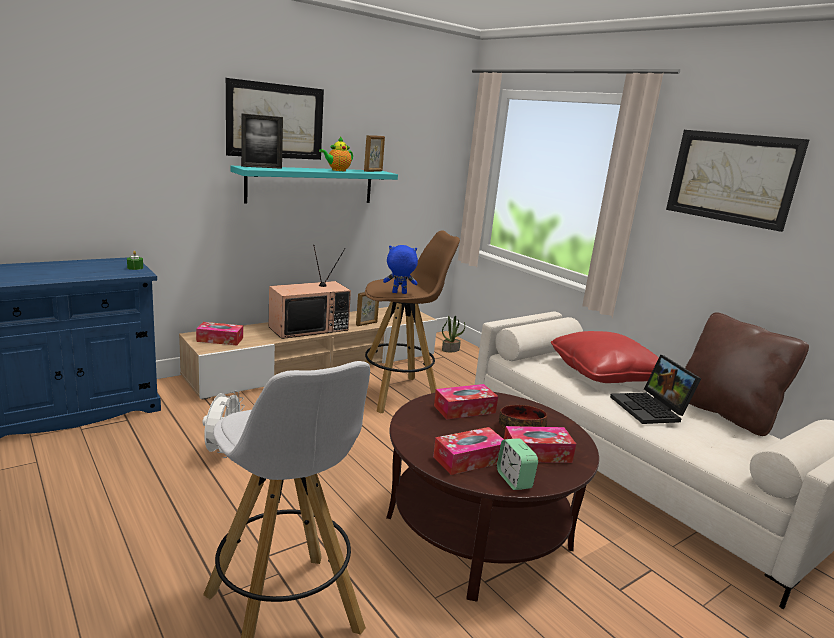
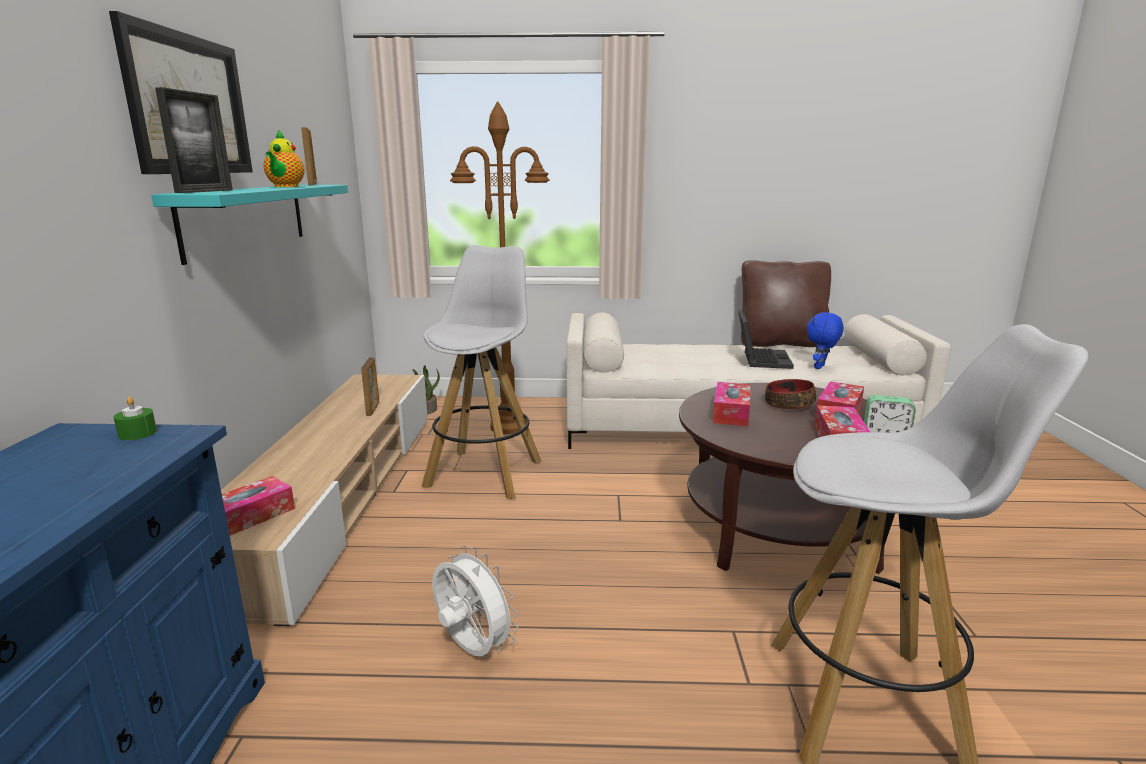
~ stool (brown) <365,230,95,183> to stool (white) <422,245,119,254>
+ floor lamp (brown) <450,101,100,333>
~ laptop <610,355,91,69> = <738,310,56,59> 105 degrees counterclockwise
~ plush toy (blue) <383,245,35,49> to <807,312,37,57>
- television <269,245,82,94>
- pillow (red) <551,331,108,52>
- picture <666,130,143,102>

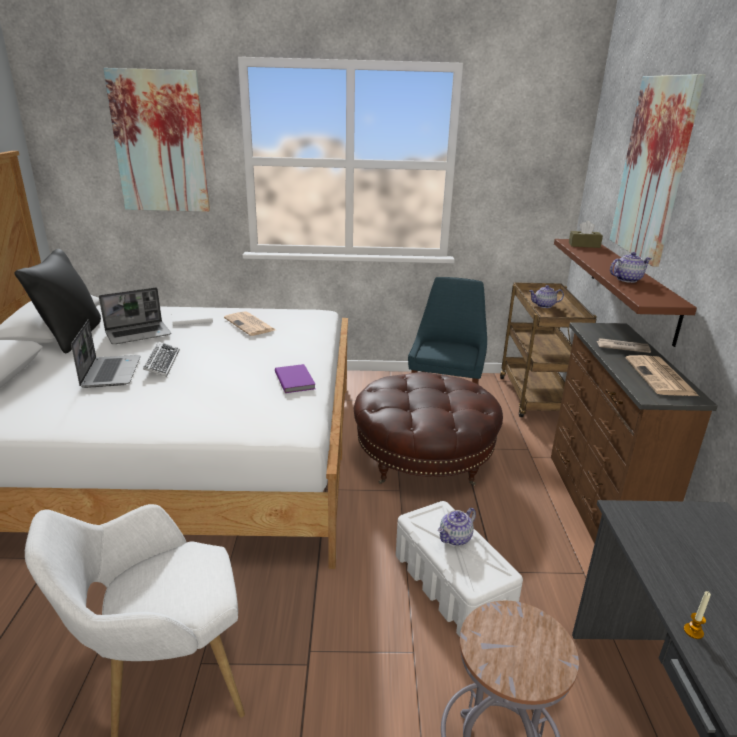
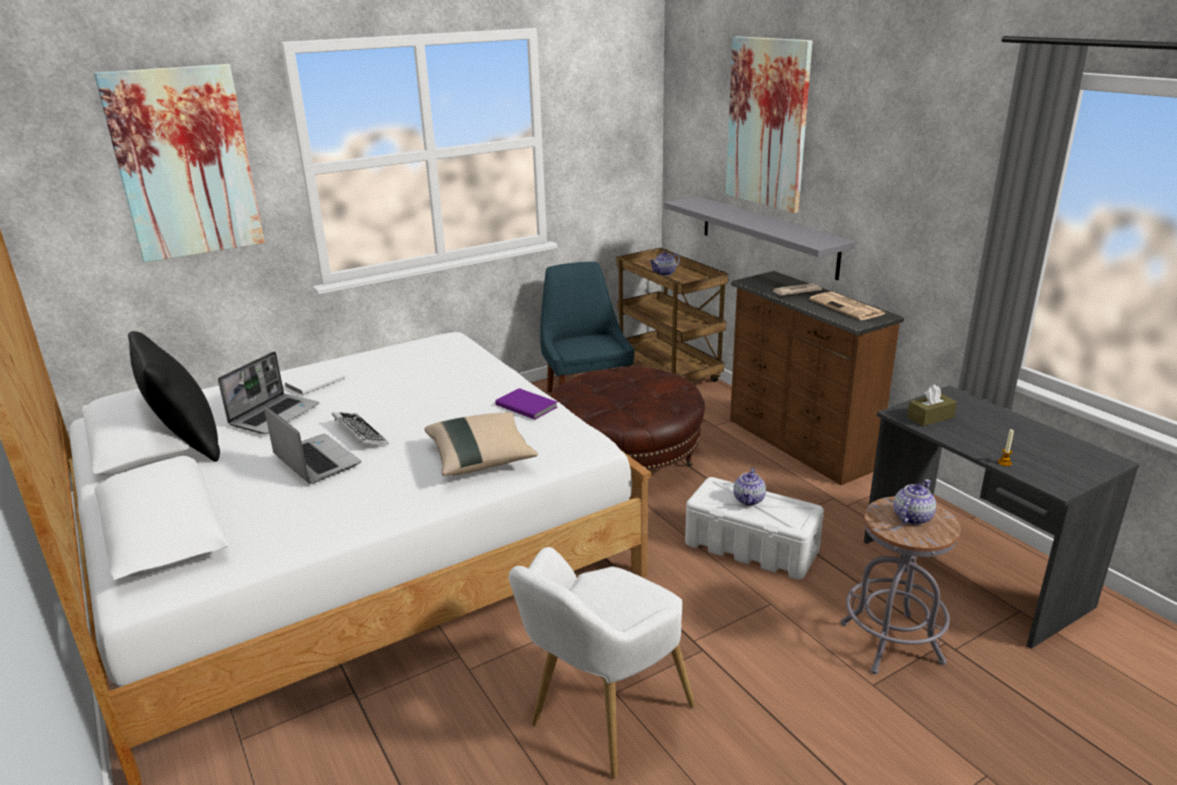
+ pillow (beige) <424,412,114,64>
~ shelf (brown) <554,239,143,108> to shelf (grey) <664,197,191,83>
~ teapot <610,252,42,31> to <894,479,42,46>
~ tissue box (brown) <569,221,34,27> to <907,385,50,41>
- newspaper <224,311,51,25>

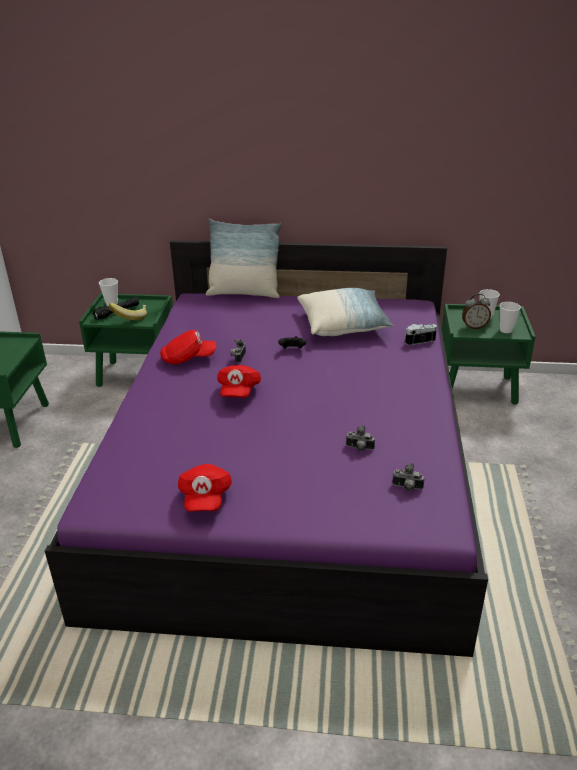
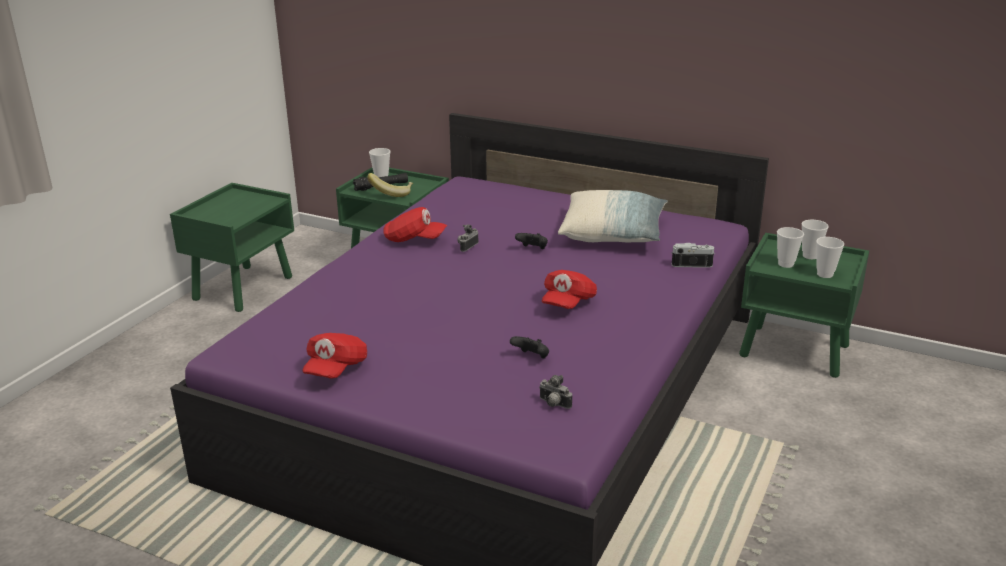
~ photo camera <346,425,29,26> to game controller (black) <510,336,39,22>
~ cap (red) <217,365,44,33> to <542,270,55,39>
~ alarm clock <462,294,29,35> to cup <777,227,27,41>
- pillow <206,219,76,79>

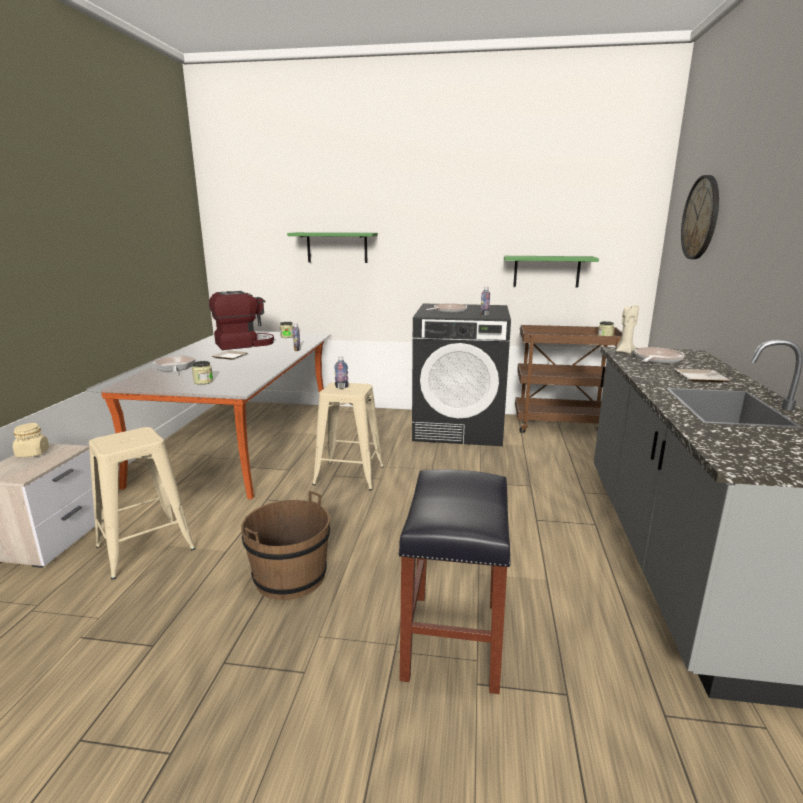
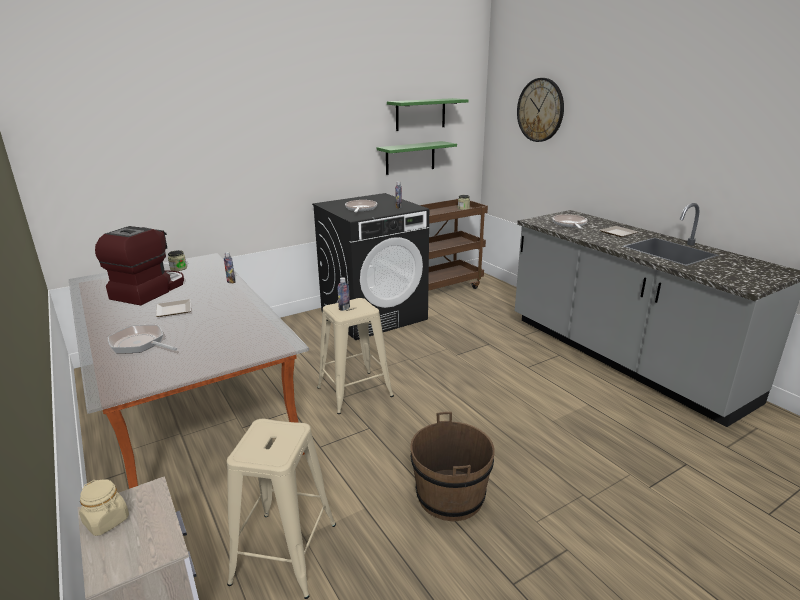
~ shelf (green) <287,232,91,31> to <387,98,82,33>
- jar <192,361,21,23>
- stool (black) <398,469,113,225>
- candle (beige) <616,305,23,49>

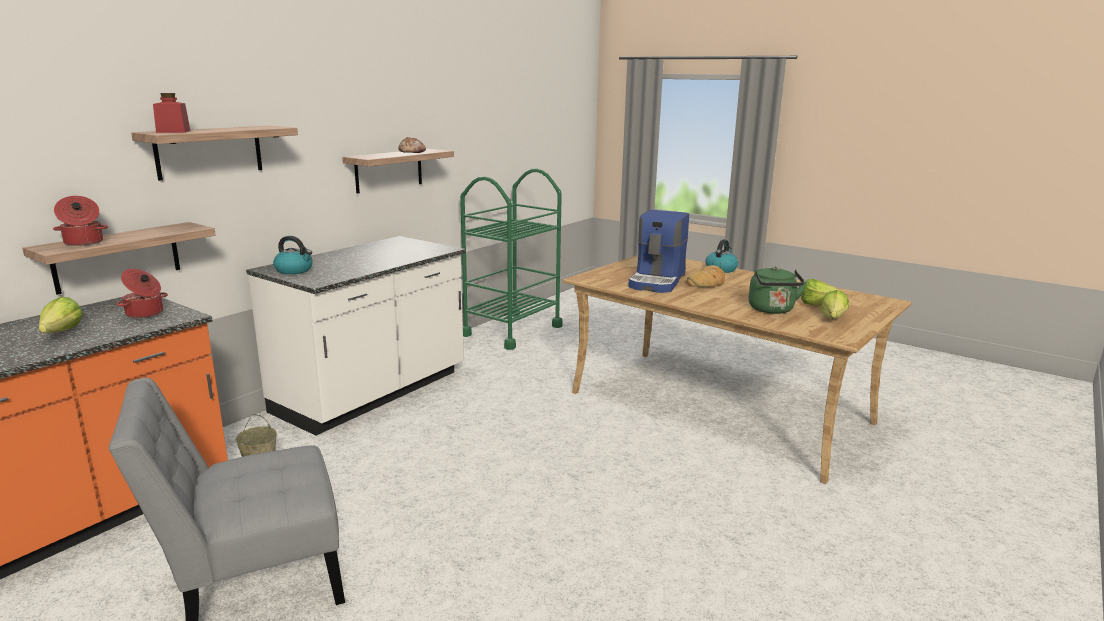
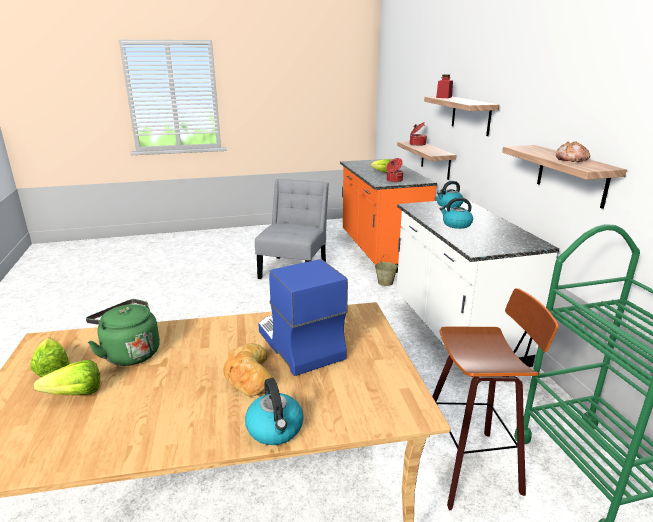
+ stool <432,288,127,222>
+ kettle <439,197,34,32>

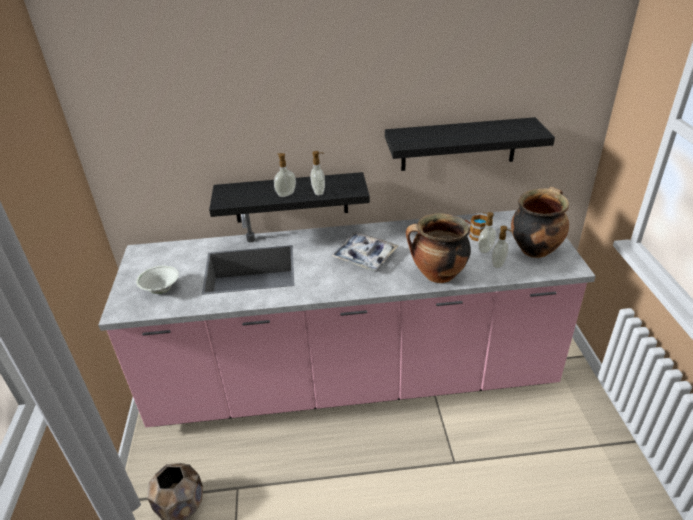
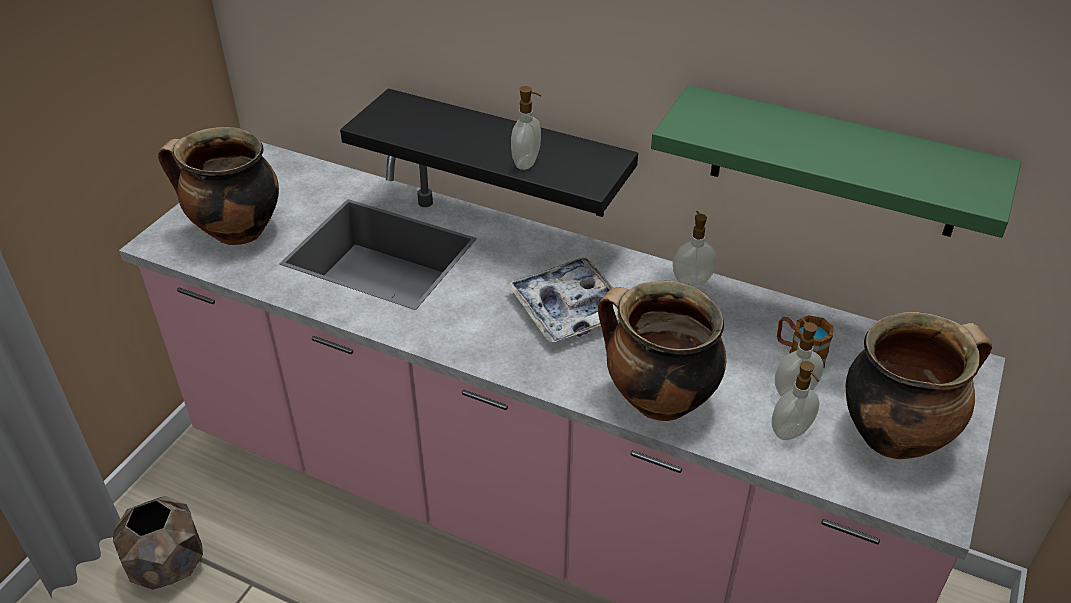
~ bowl (white) <136,265,43,29> to cooking pot <158,127,121,118>
~ shelf (black) <385,117,170,54> to shelf (green) <651,85,370,153>
~ soap dispenser <274,153,22,44> to <673,211,44,75>

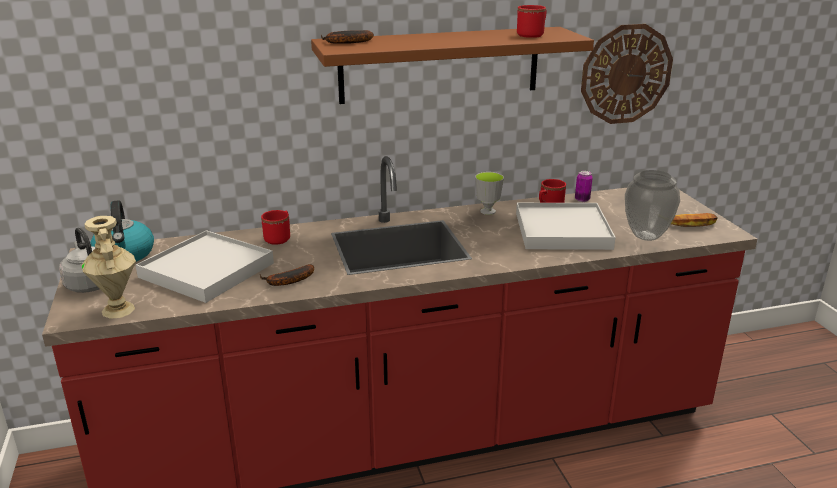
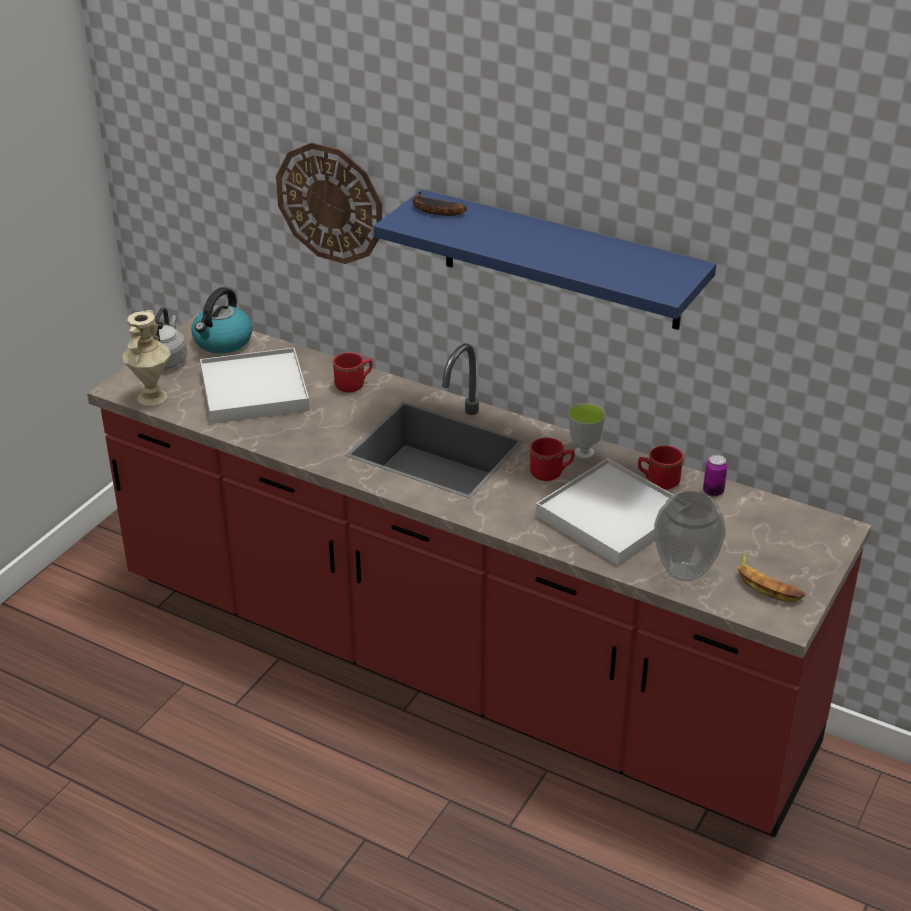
~ wall clock <581,24,92,100> to <276,143,106,121>
~ shelf (brown) <311,27,283,77> to shelf (blue) <374,189,342,141>
~ mug (red) <517,5,29,33> to <530,438,44,43>
- banana <259,264,55,22>

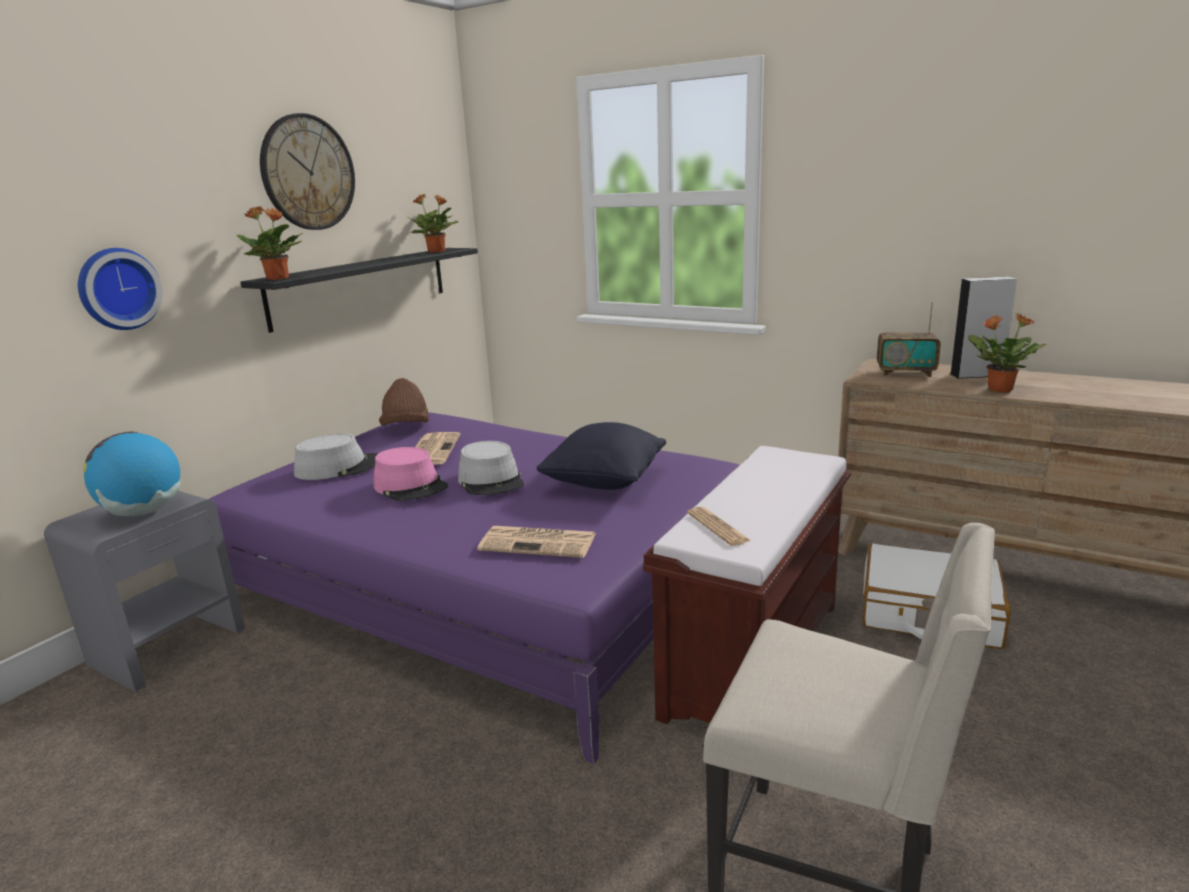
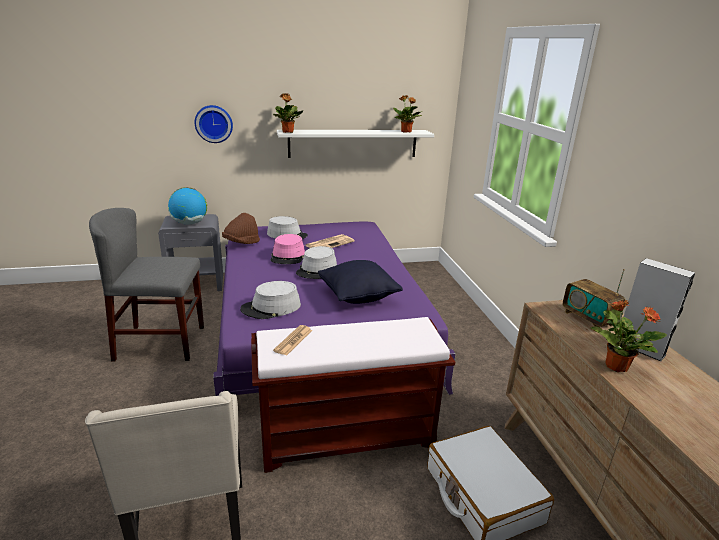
+ chair (grey) <89,208,115,154>
~ hat (brown) <379,378,50,48> to <222,213,38,31>
~ newspaper <477,526,119,32> to hat (grey) <240,281,61,38>
~ shelf (black) <241,248,237,85> to shelf (white) <277,130,157,28>
- wall clock <260,113,95,117>

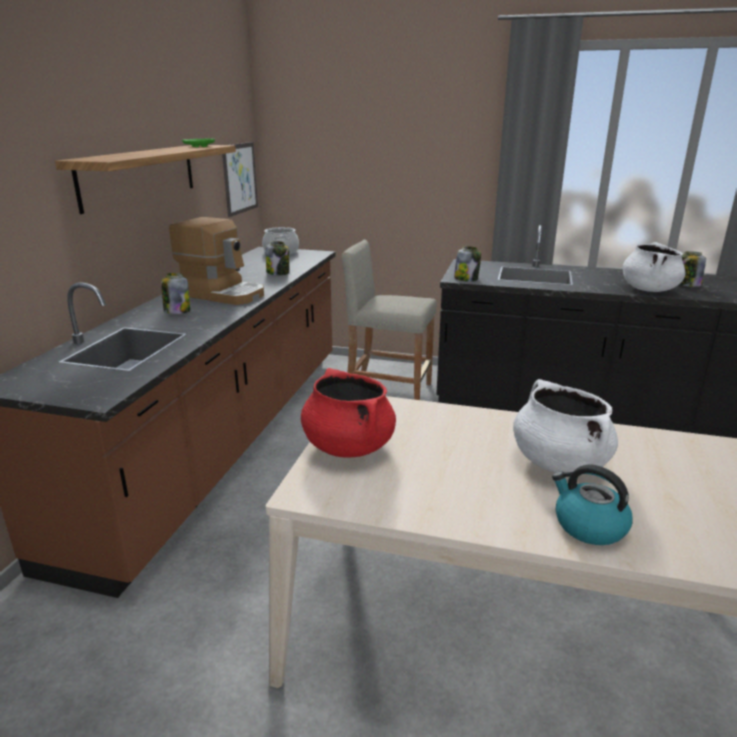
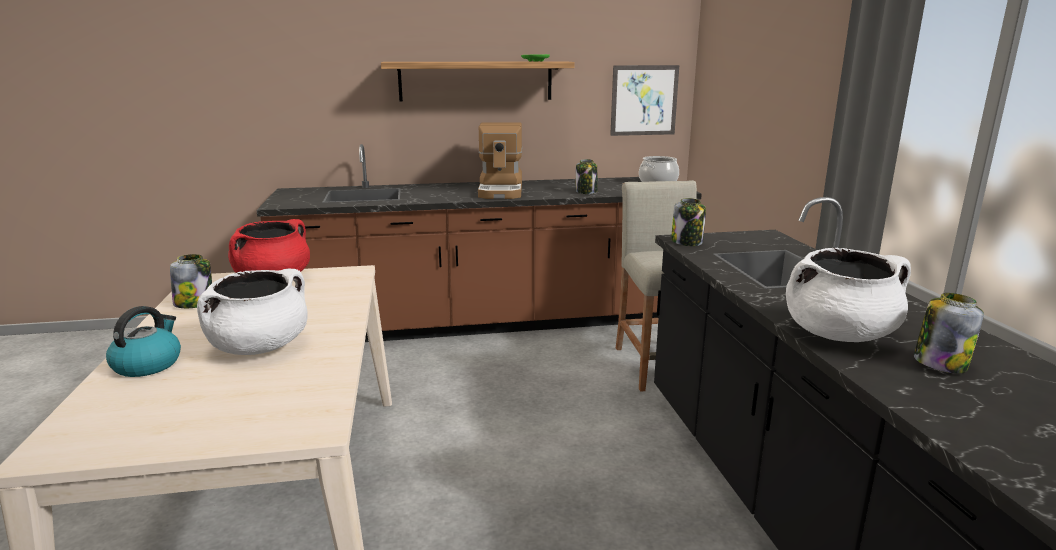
~ jar <161,273,29,41> to <170,254,42,54>

